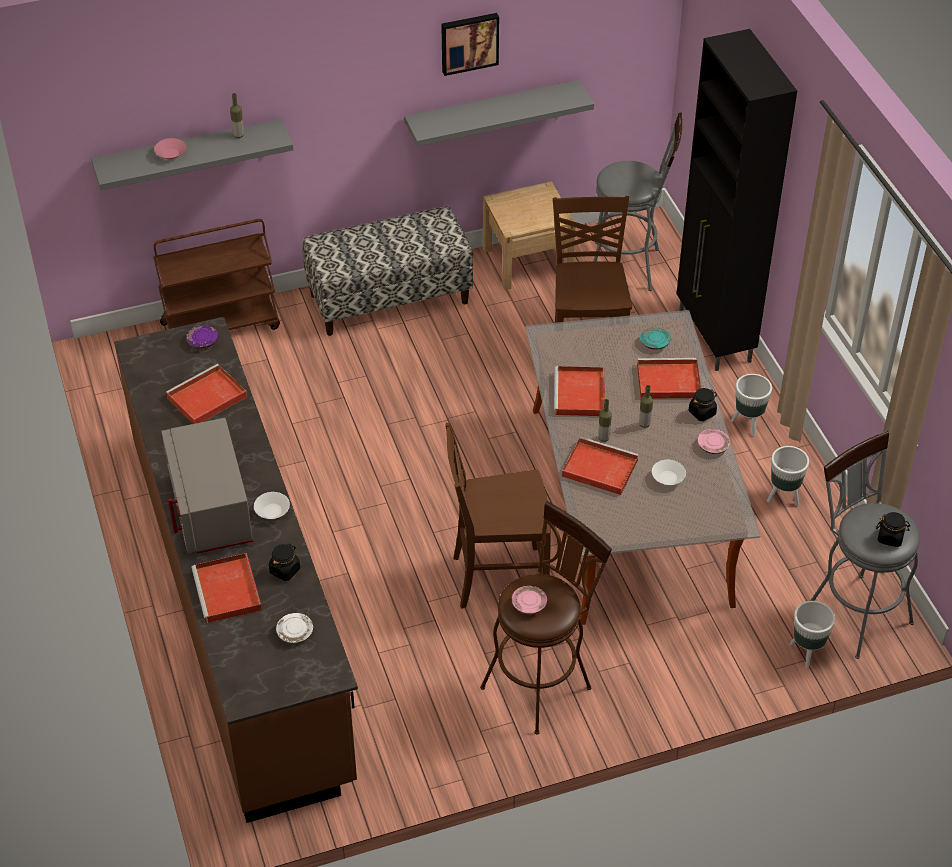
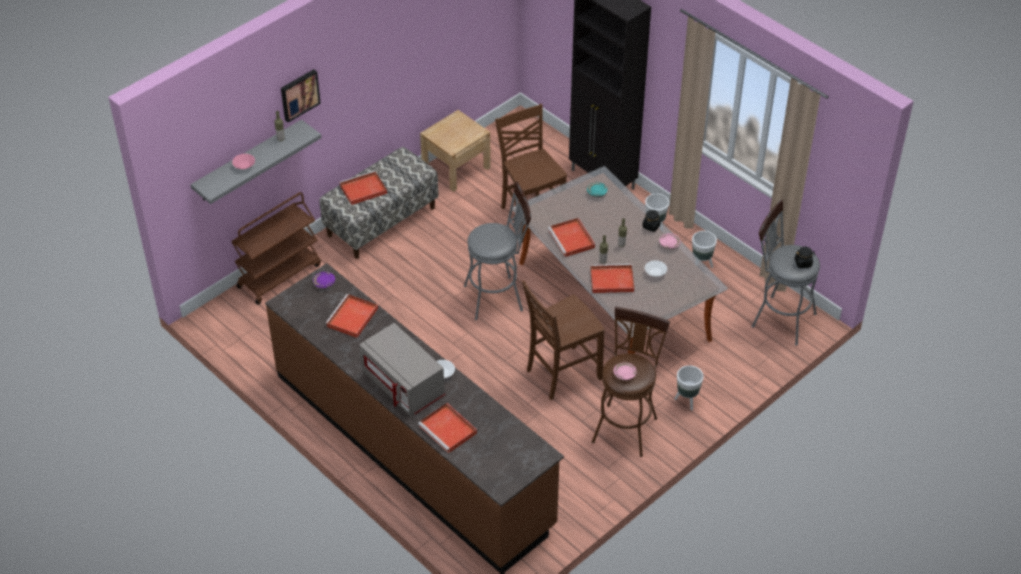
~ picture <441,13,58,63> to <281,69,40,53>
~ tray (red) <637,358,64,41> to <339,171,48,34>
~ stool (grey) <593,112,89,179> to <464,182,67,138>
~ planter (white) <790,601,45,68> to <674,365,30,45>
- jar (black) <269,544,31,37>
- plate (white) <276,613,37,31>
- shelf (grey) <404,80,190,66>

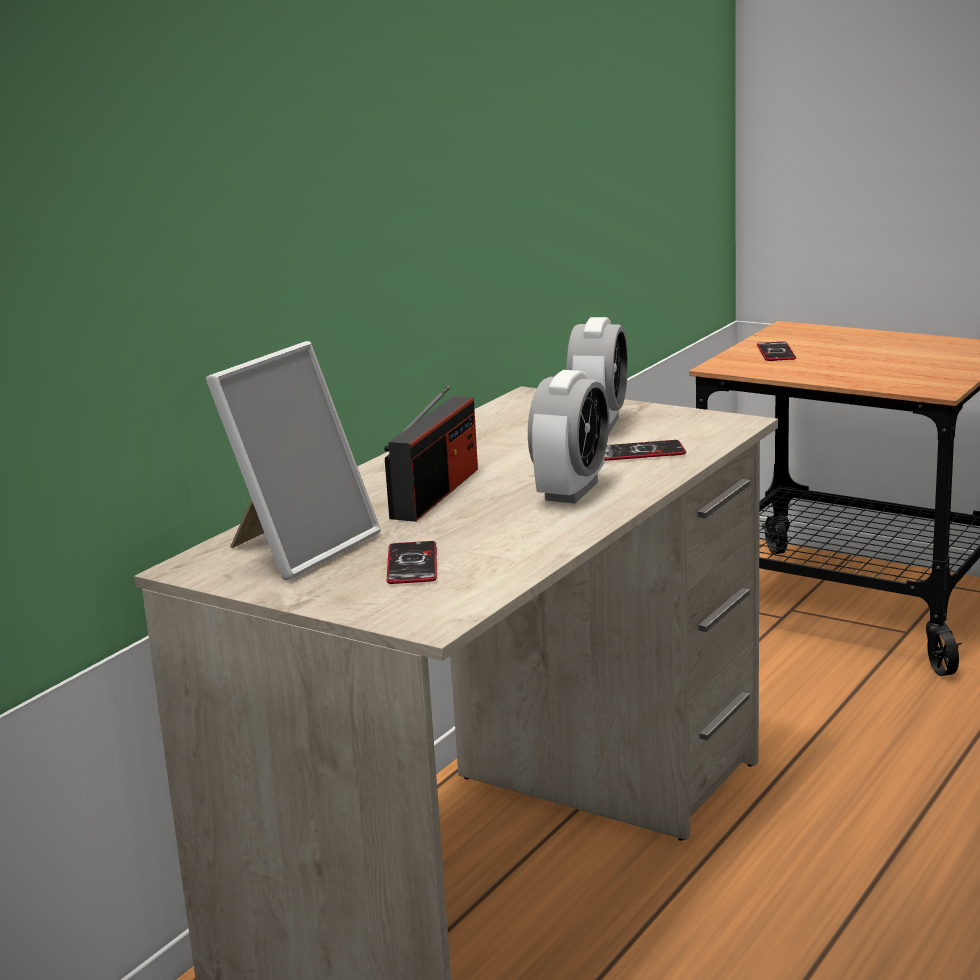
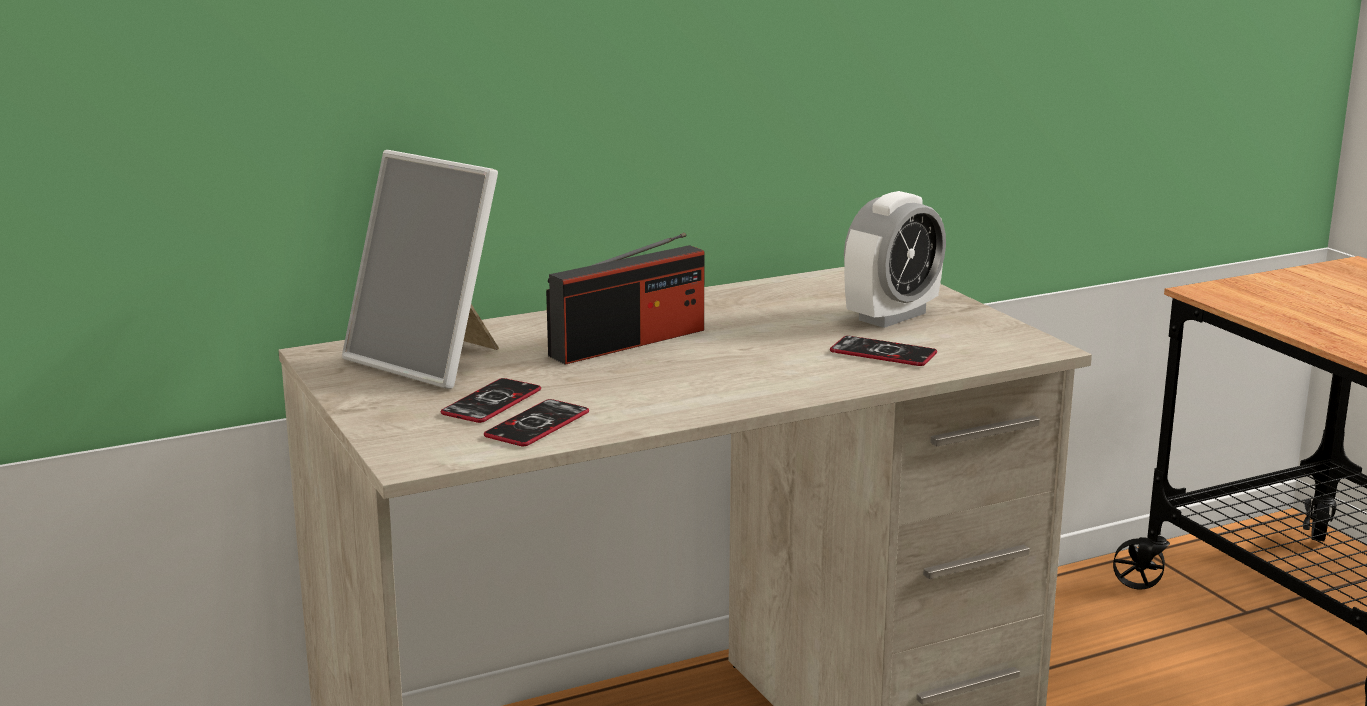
~ picture frame <206,341,175,239> = <342,150,157,239> 60 degrees clockwise
~ phone <757,342,39,19> to <484,399,105,47>
- alarm clock <528,370,82,134>

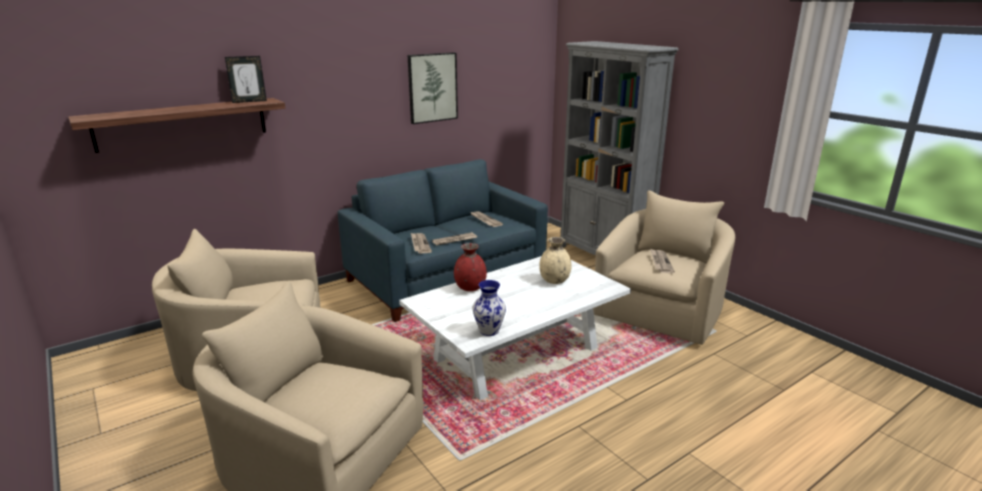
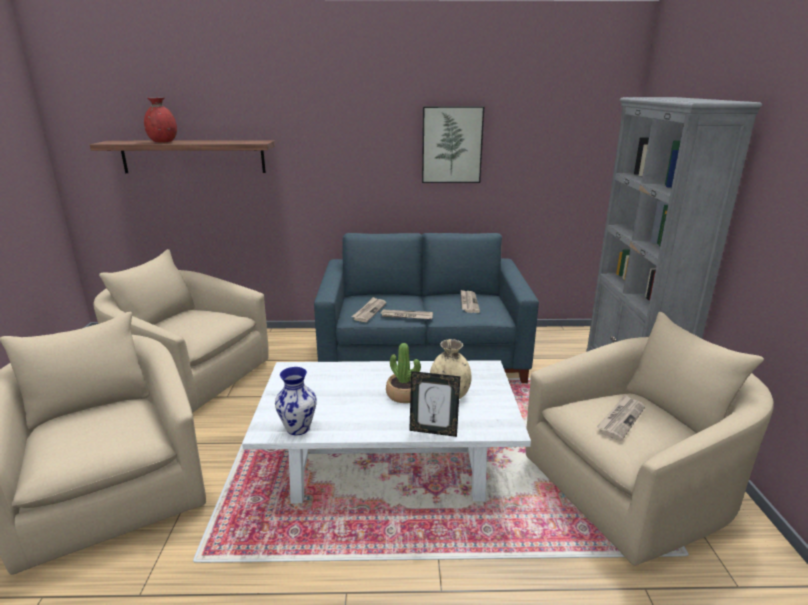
~ vase (red) <454,243,33,48> to <144,98,33,45>
+ potted plant <386,343,35,60>
~ picture frame <225,56,42,47> to <409,371,51,66>

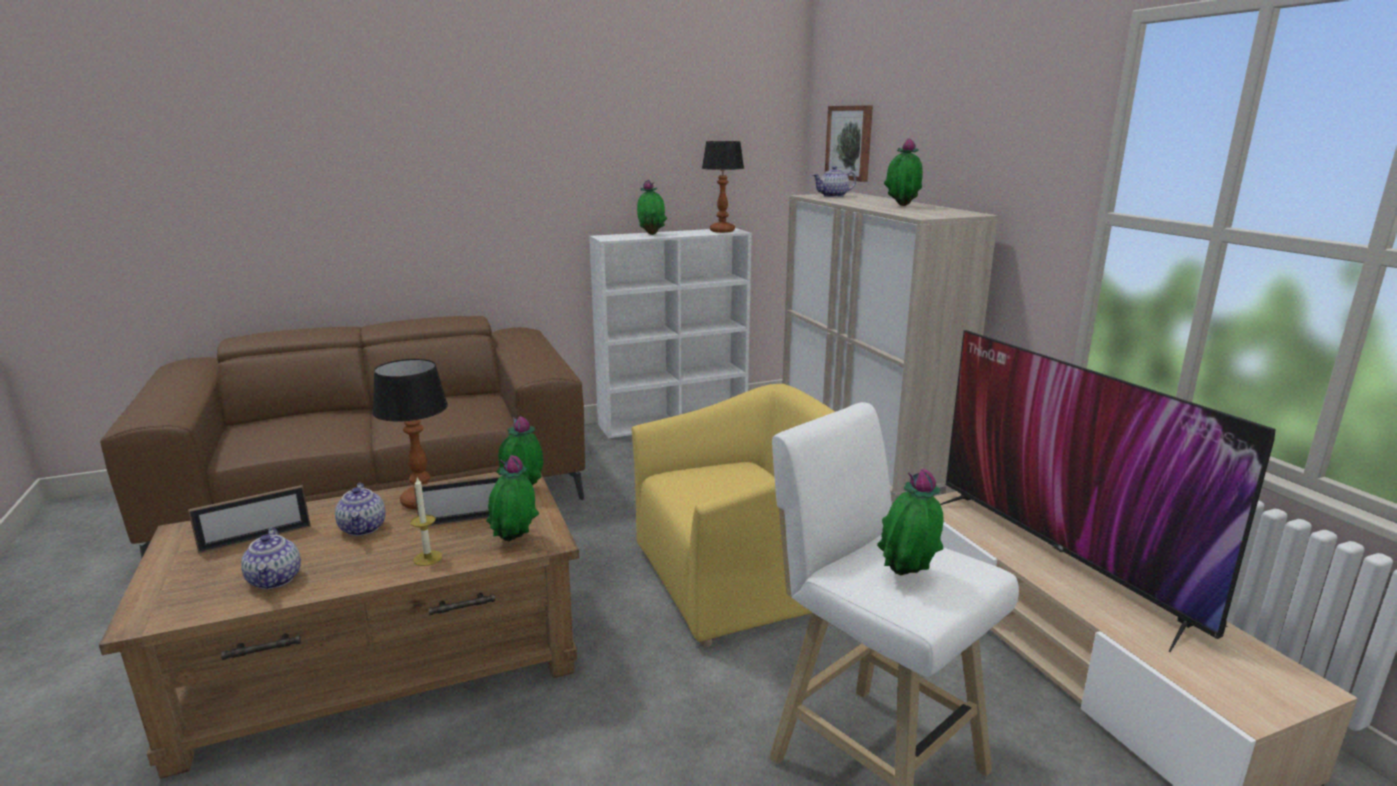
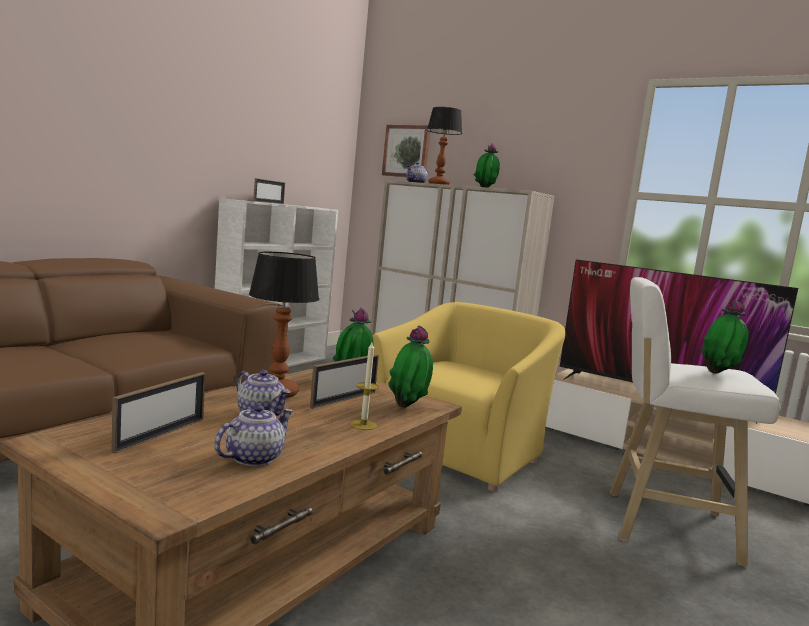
~ teapot <241,528,60,61> = <214,405,79,61> 90 degrees counterclockwise
~ potted plant <637,180,30,55> to picture frame <253,178,32,26>
~ table lamp <702,141,42,92> to <427,107,35,78>

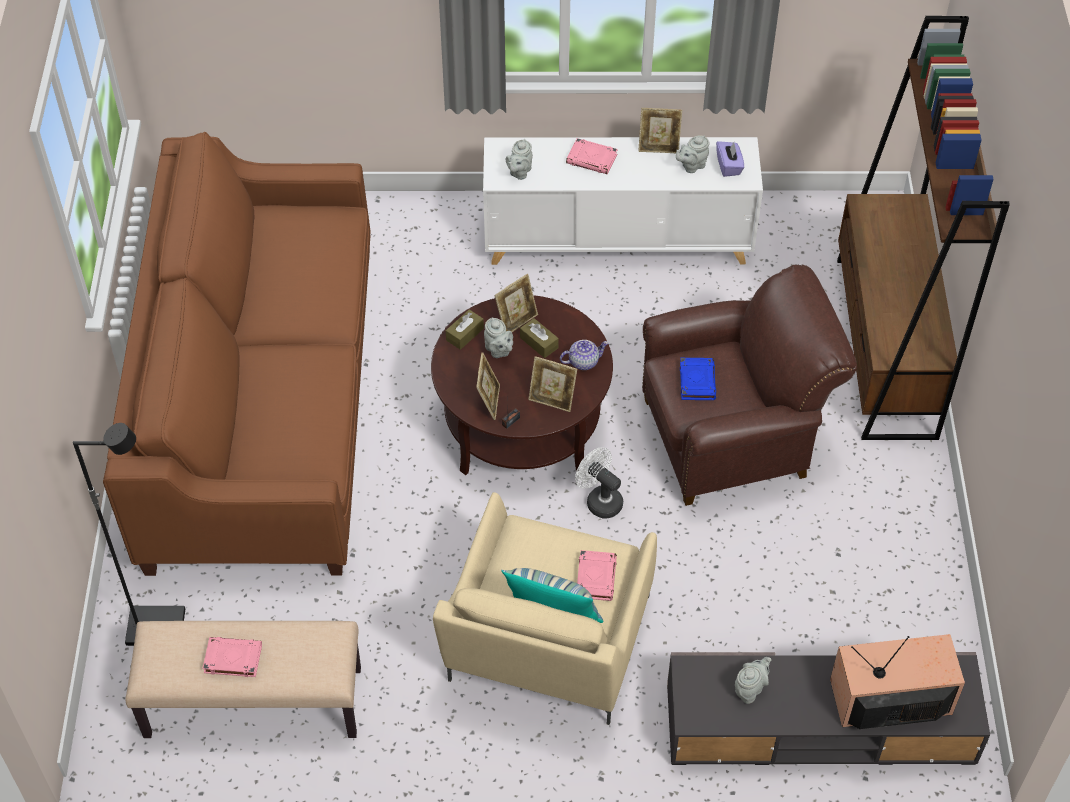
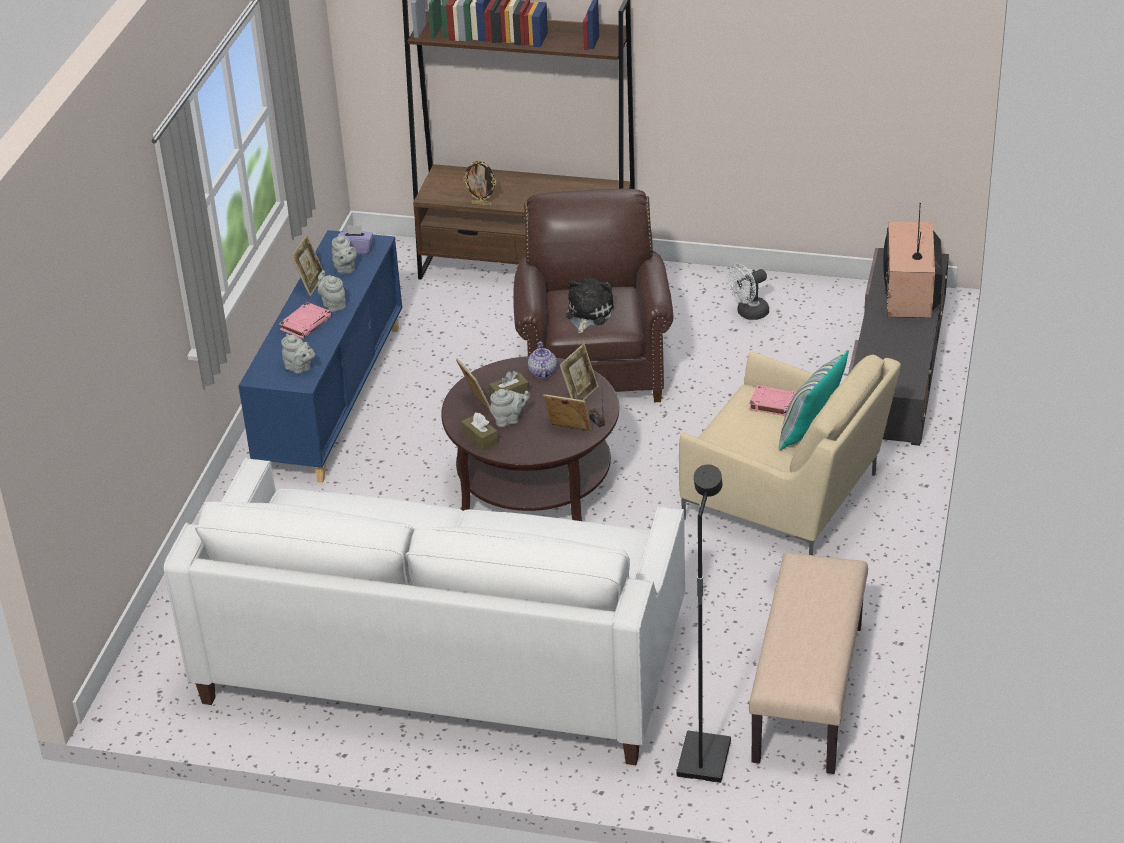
~ sofa (brown) <103,132,268,444> to sofa (white) <164,458,521,307>
~ cabinet (white) <483,137,280,128> to cabinet (blue) <239,230,163,253>
~ teapot (grey) <735,657,36,47> to <317,270,29,42>
+ picture frame <463,160,33,46>
~ book (blue) <680,358,36,42> to plush toy <566,278,48,56>
~ fan (white) <575,447,48,72> to <727,264,42,56>
- book (pink) <202,637,60,40>

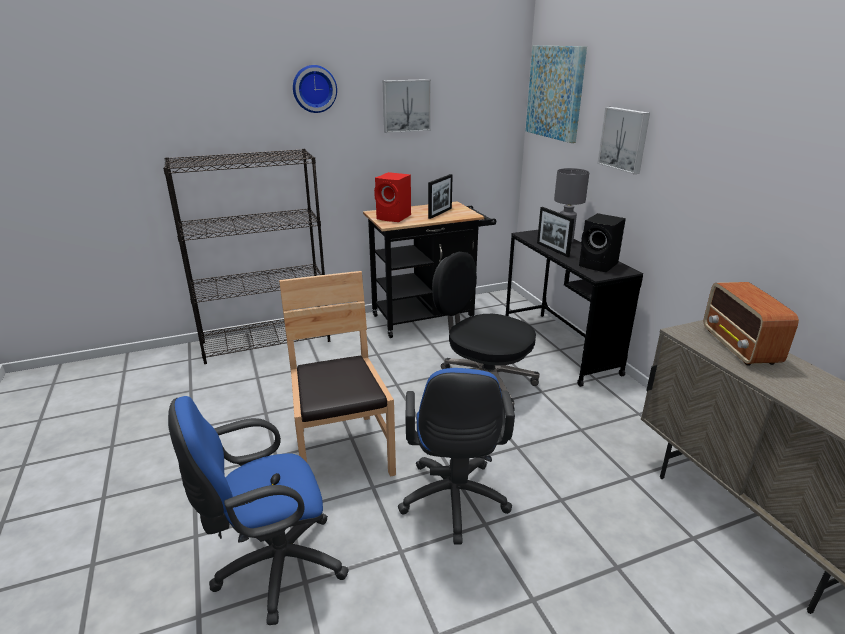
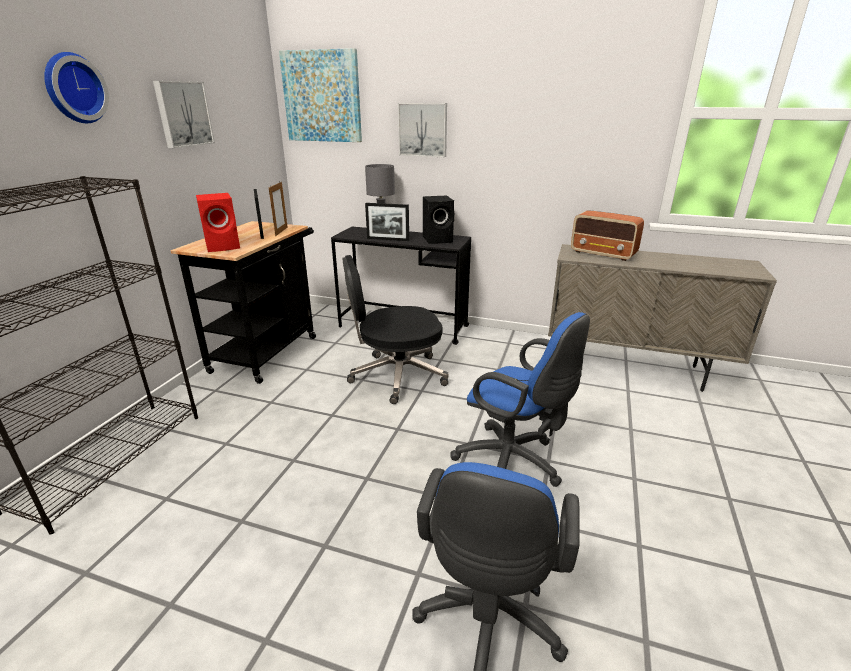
+ picture frame <269,181,19,55>
- chair (brown) <279,271,117,206>

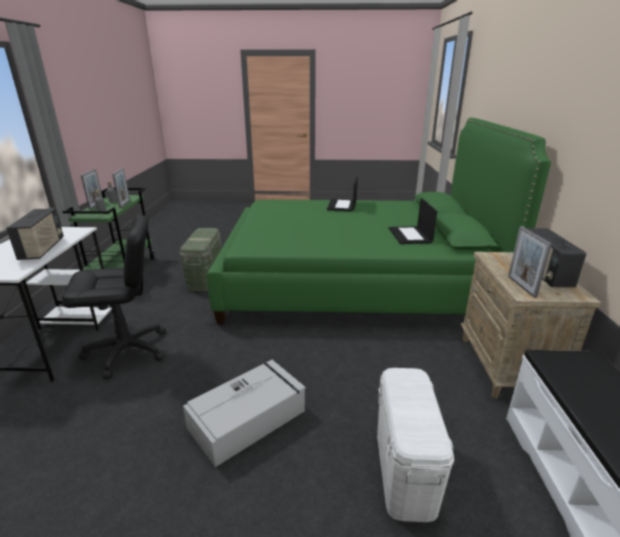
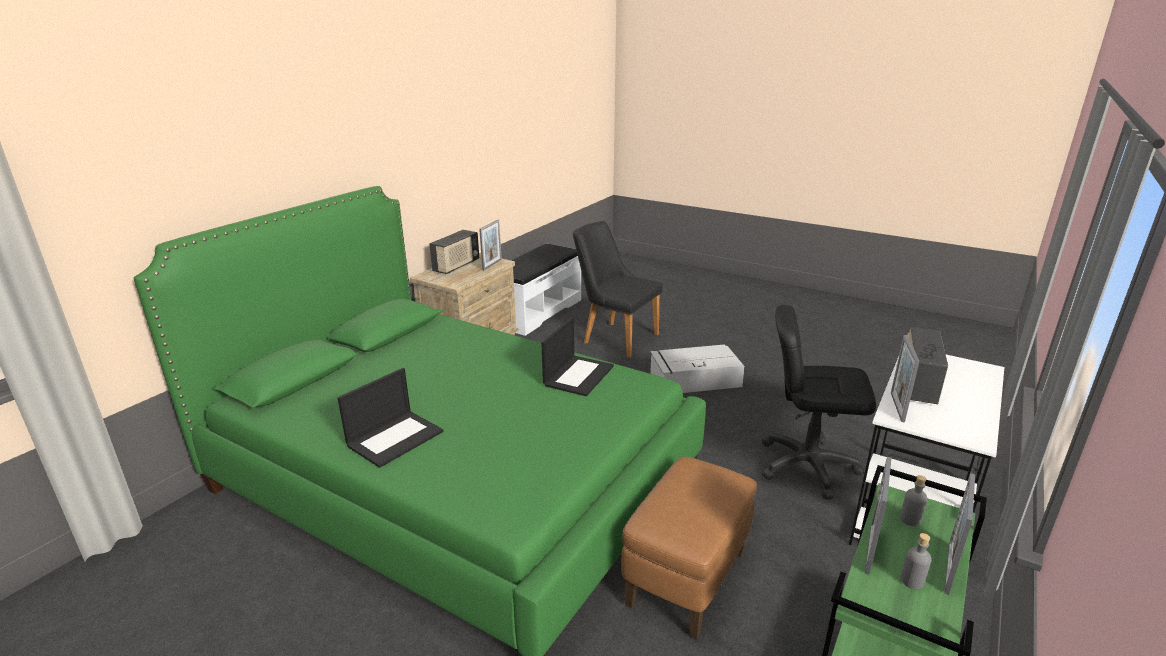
~ laptop <389,198,48,46> to <541,317,73,79>
~ storage box (white) <377,368,77,154> to chair (black) <573,221,90,137>
~ storage box (green) <180,228,41,63> to ottoman (brown) <621,457,136,182>
+ picture frame <891,335,29,87>

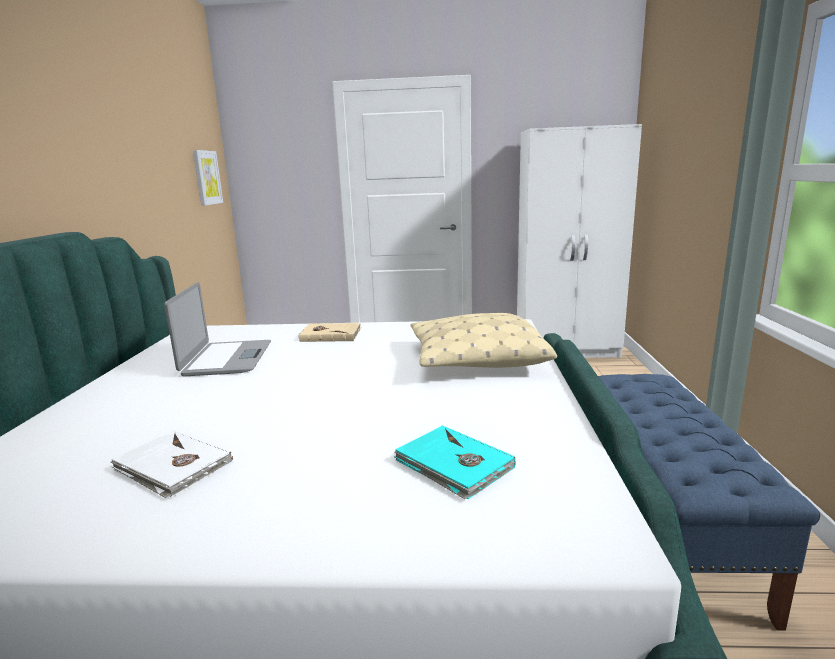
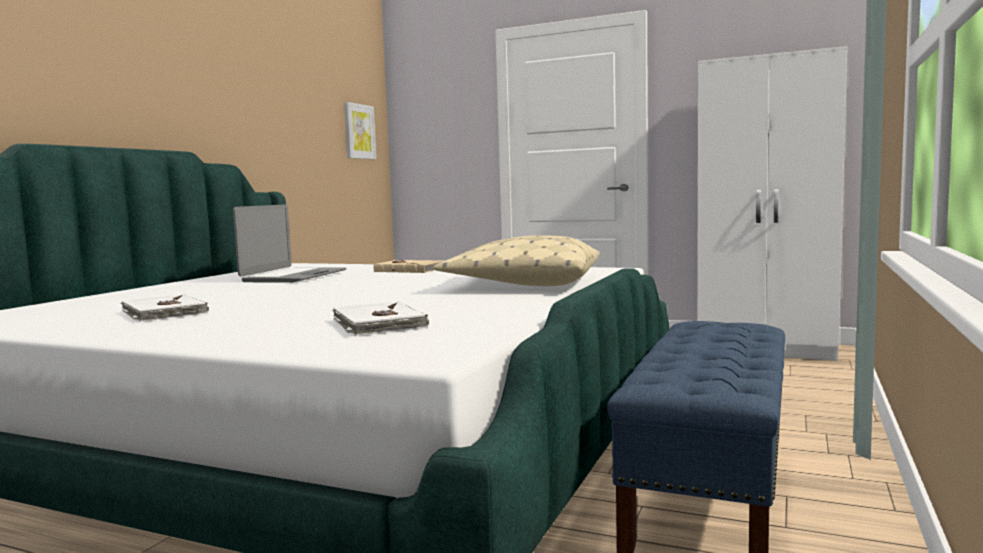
~ book (turquoise) <394,425,122,74> to book (white) <332,301,97,35>

